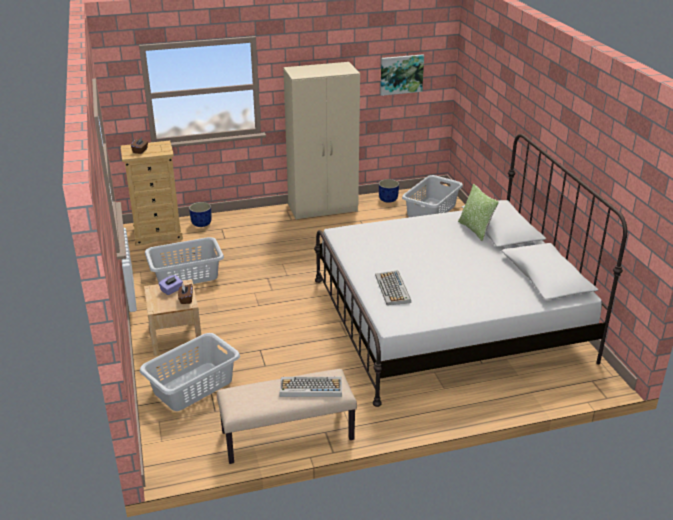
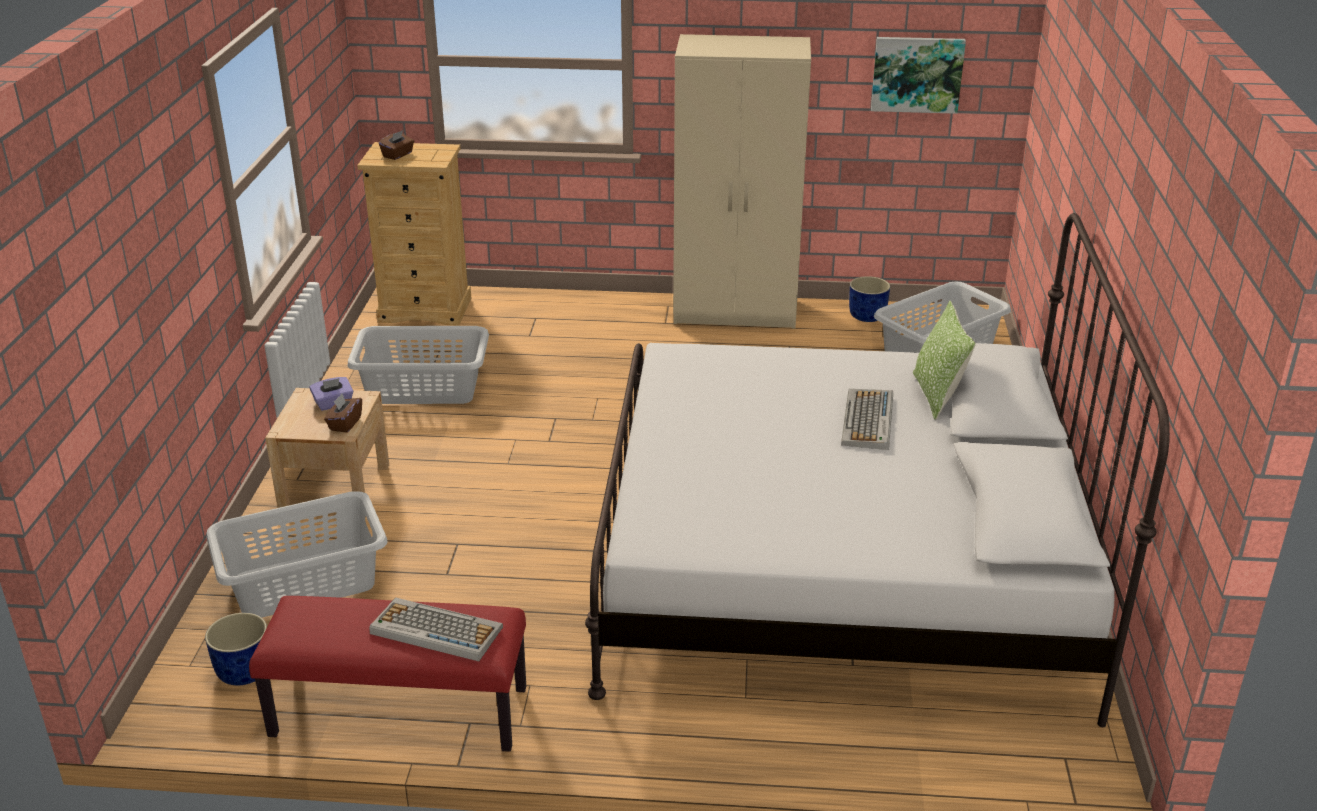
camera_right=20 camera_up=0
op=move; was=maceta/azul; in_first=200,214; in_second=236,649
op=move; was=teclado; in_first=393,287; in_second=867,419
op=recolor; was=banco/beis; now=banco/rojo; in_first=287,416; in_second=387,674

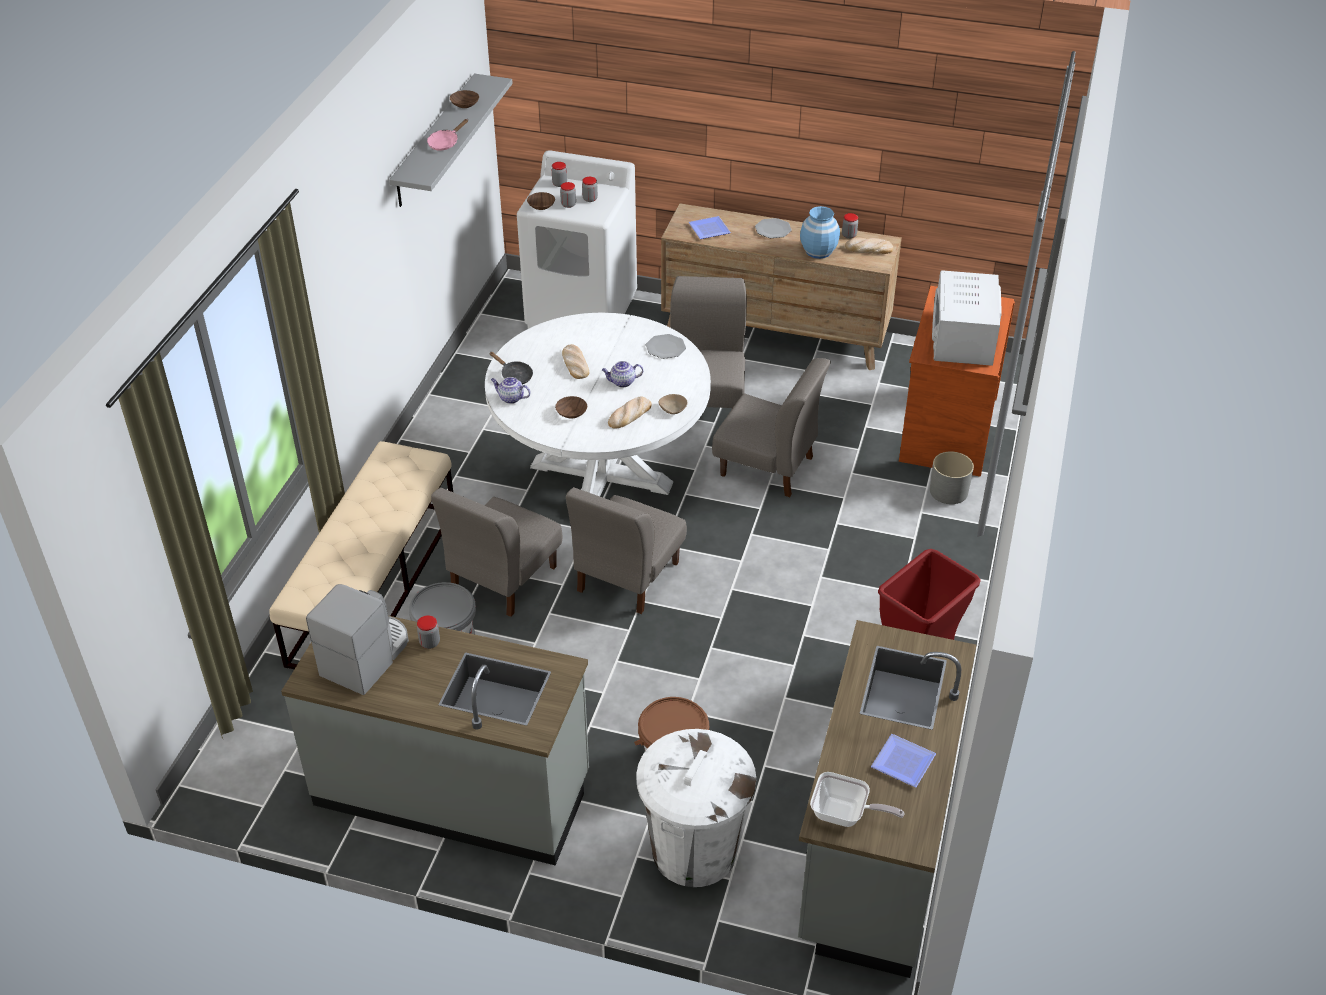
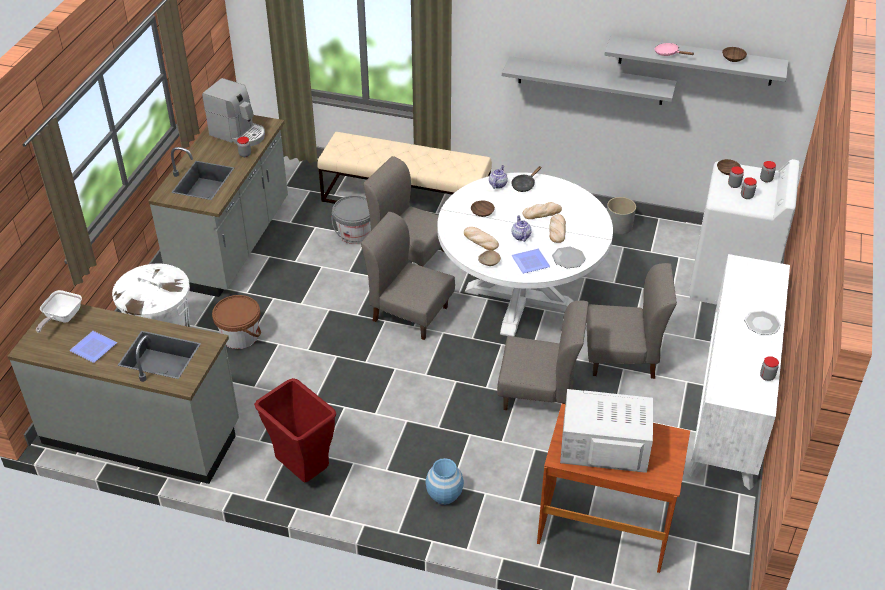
camera_right=90 camera_up=0
op=insert; now=estante/gris; in_second=589,80
op=move; was=plato; in_first=709,227; in_second=530,261
op=move; was=florero/azul; in_first=820,232; in_second=444,481
op=move; was=pan; in_first=869,246; in_second=557,228
op=move; was=maceta/gris; in_first=952,477; in_second=621,215
op=recolor; was=cómoda/marrón; now=cómoda/blanco; in_first=781,286; in_second=739,372
op=rotate; was=silla/gris; in_first=771,427; in_second=543,355; clockwise=-105

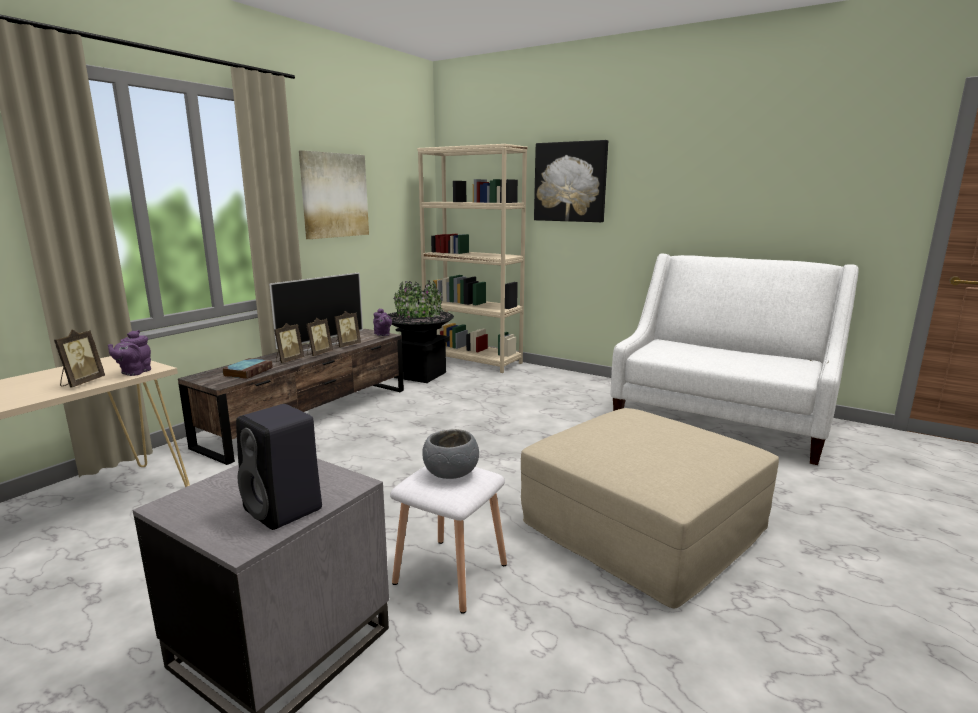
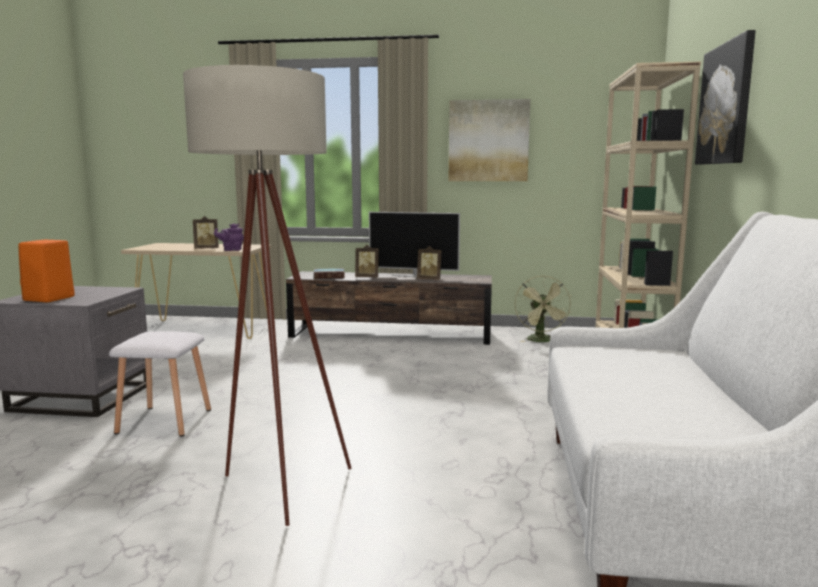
camera_right=65 camera_up=-5
op=delete; was=portarretratos; in_first=319,337
op=delete; was=tetera/morado; in_first=382,322
op=delete; was=cuenco/gris; in_first=450,454
op=replace; was=maceta/negro; now=ventilador/verde; in_first=420,331; in_second=543,309
op=replace; was=puf/beis; now=lámpara de pie/beis; in_first=650,508; in_second=267,295
op=recolor; was=altavoz/negro; now=altavoz/naranja; in_first=279,467; in_second=46,271

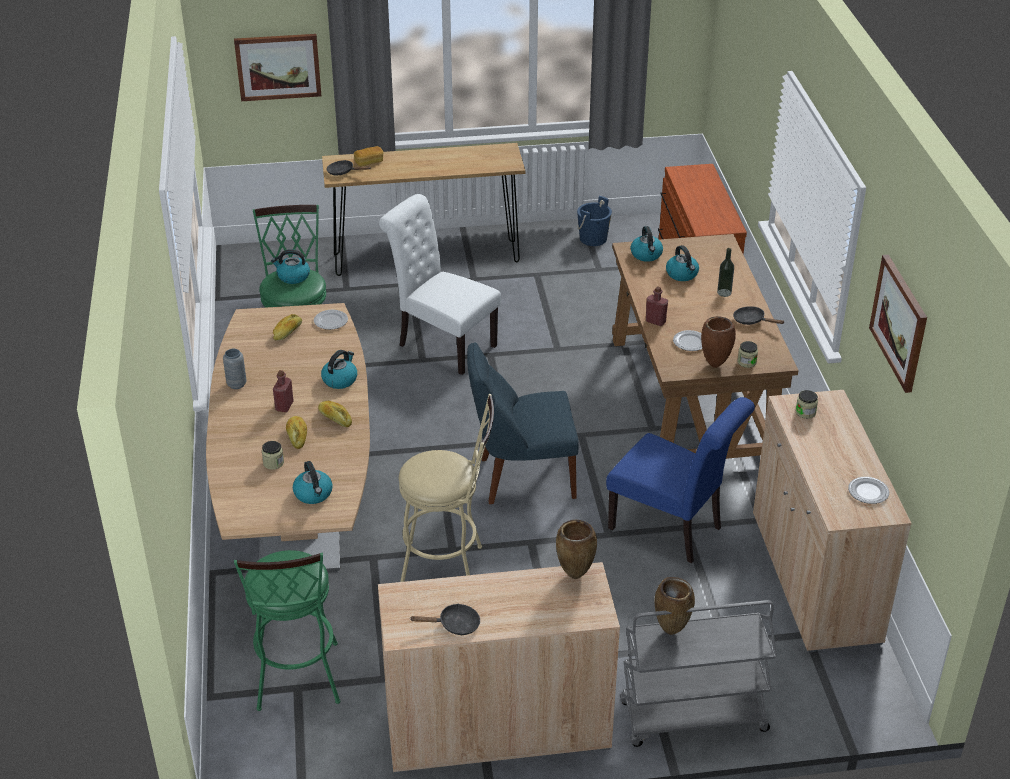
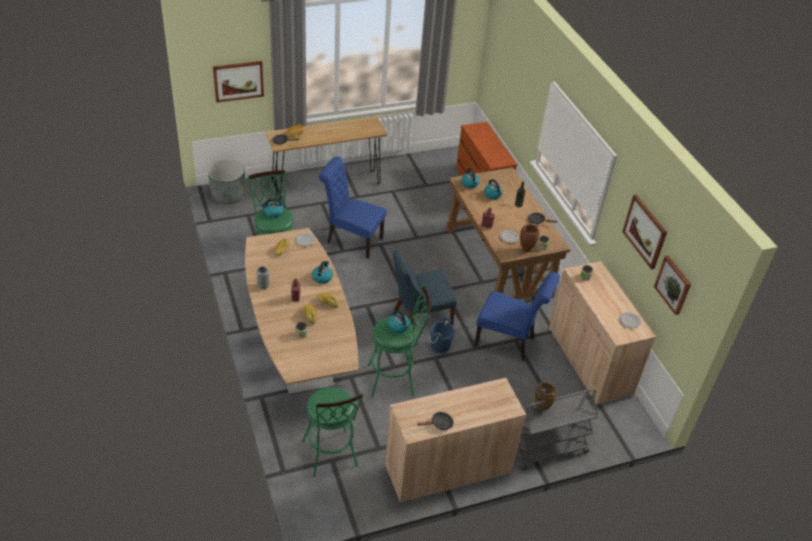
camera_right=-15 camera_up=5
op=delete; was=florero/marrón; in_first=576,549
op=insert; now=maceta/gris; in_second=226,181
op=insert; now=cuadro; in_second=672,285
op=move; was=hervidor; in_first=313,482; in_second=399,321
op=move; was=cubo/azul; in_first=594,221; in_second=442,335
op=recolor; was=silla/blanco; now=silla/azul; in_first=440,284; in_second=353,207
op=recolor; was=taburete/beis; now=taburete/verde; in_first=446,488; in_second=399,341

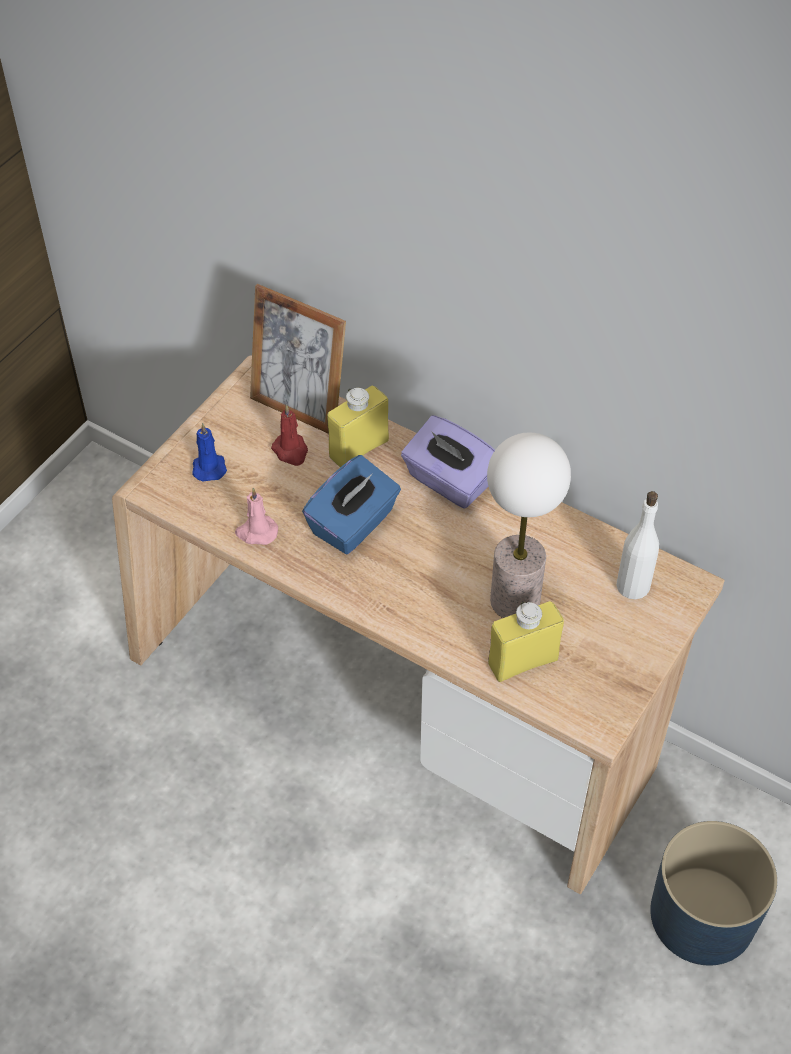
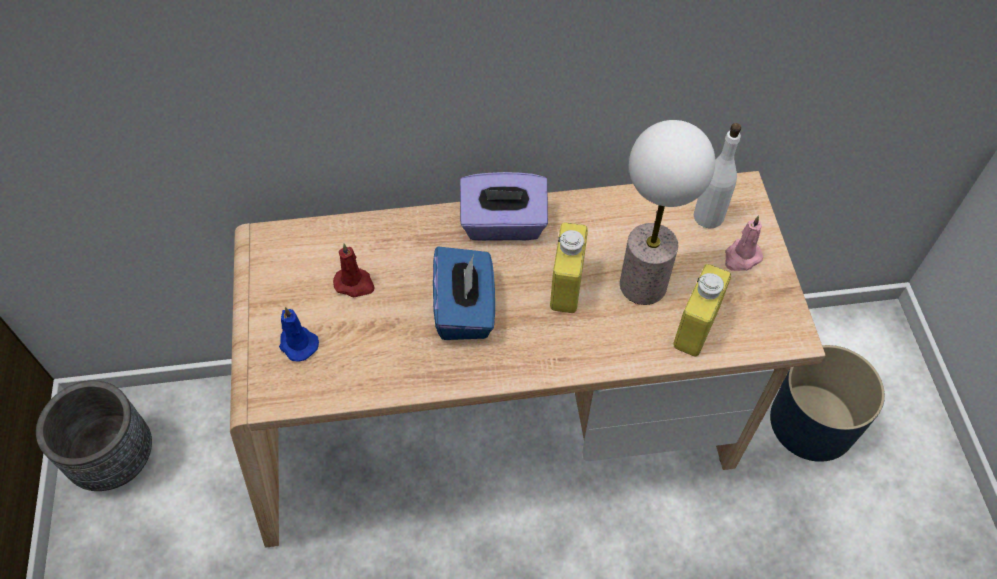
camera_right=-40 camera_up=5
op=delete; was=portarretratos; in_first=298,359
op=insert; now=maceta/gris; in_second=94,436
op=move; was=vela/rosa; in_first=256,516; in_second=744,243
op=move; was=botella/amarillo; in_first=358,426; in_second=569,268

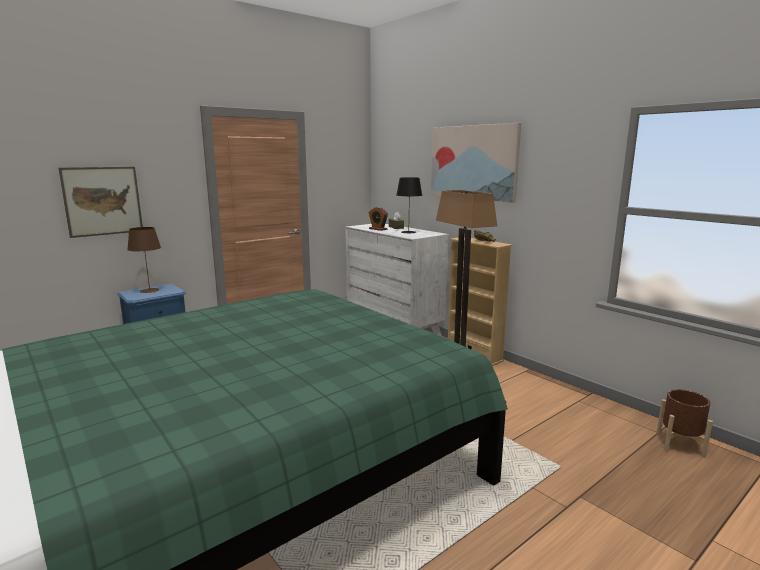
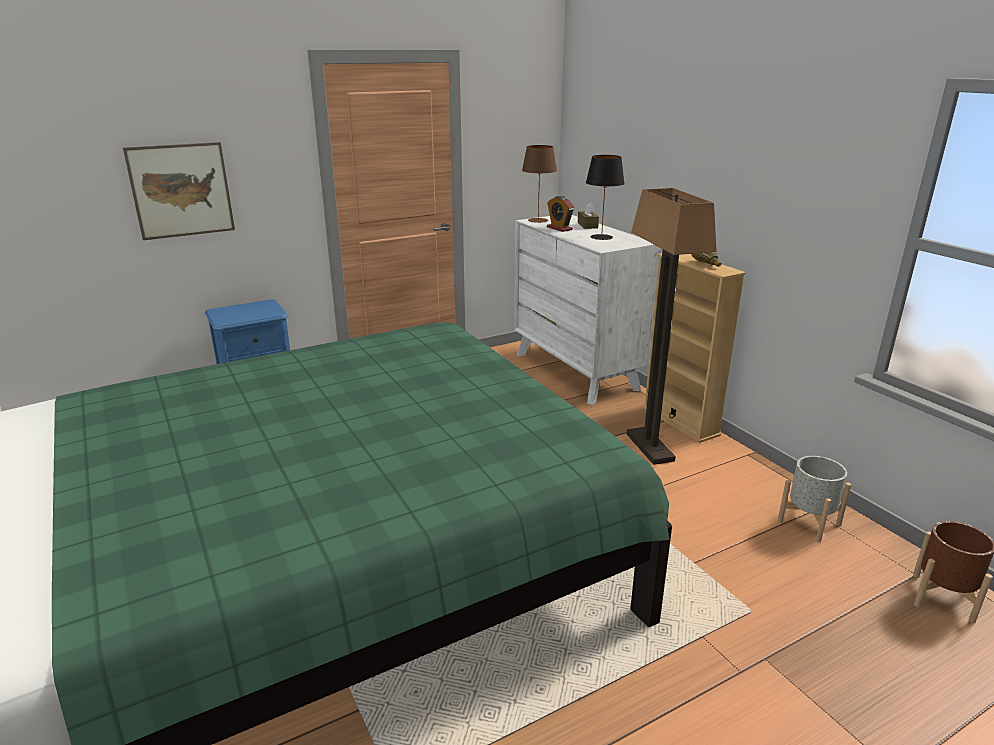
camera_right=10 camera_up=10
op=delete; was=cuadro; in_first=476,163
op=insert; now=maceta/gris; in_second=814,499
op=move; was=lámpara de mesa/marrón; in_first=144,260; in_second=539,184

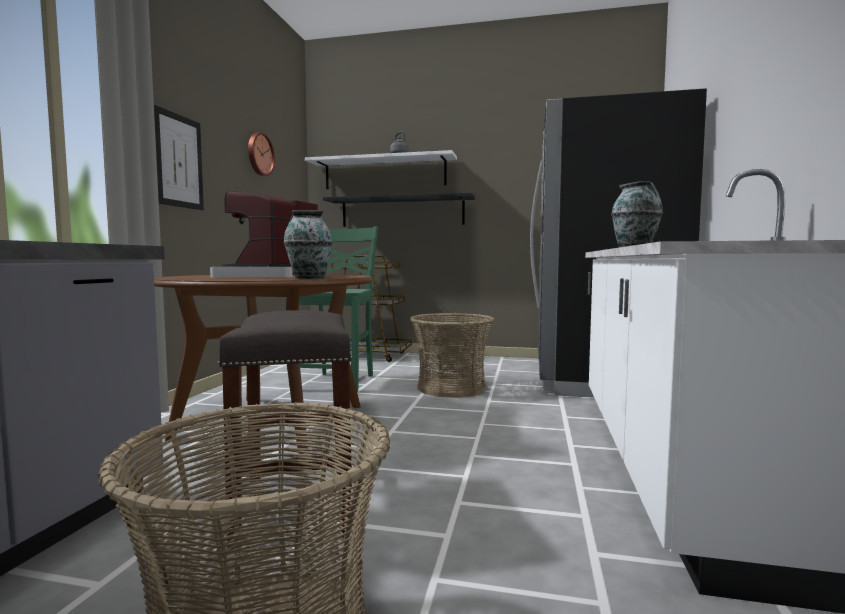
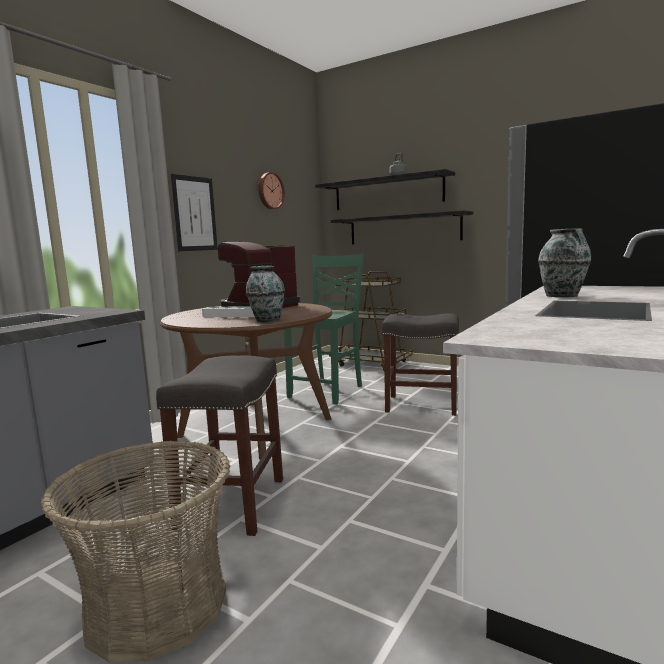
camera_right=20 camera_up=5
op=replace; was=cesta; now=taburete/gris; in_first=452,355; in_second=420,364
op=recolor; was=estante/blanco; now=estante/negro; in_first=381,169; in_second=385,189

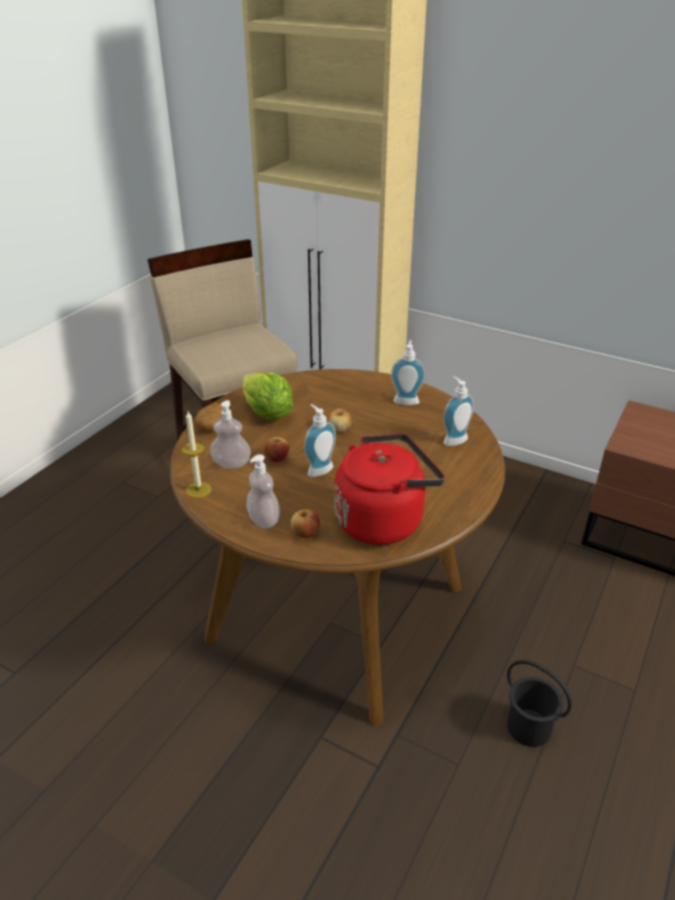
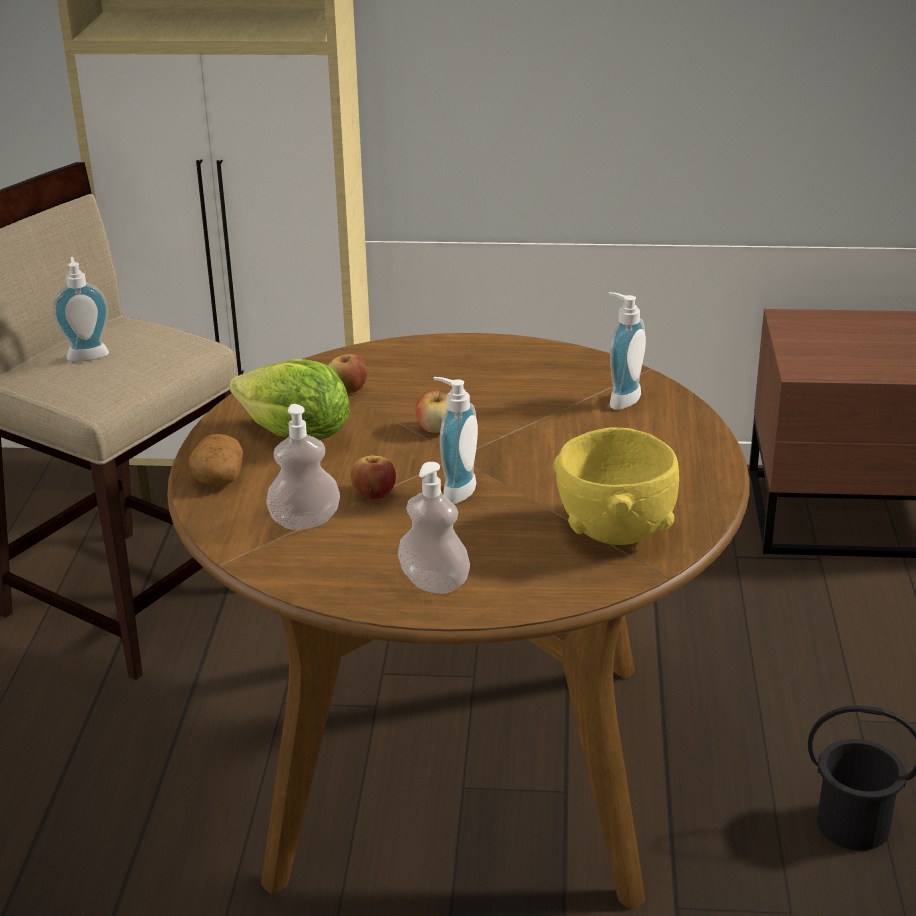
camera_right=-25 camera_up=-5
op=delete; was=vela; in_first=196,454
op=move; was=manzana; in_first=305,523; in_second=347,374
op=move; was=dispensador de jabón; in_first=408,372; in_second=81,309
op=replace; was=hervidor/rojo; now=cuenco/amarillo; in_first=389,489; in_second=616,486

